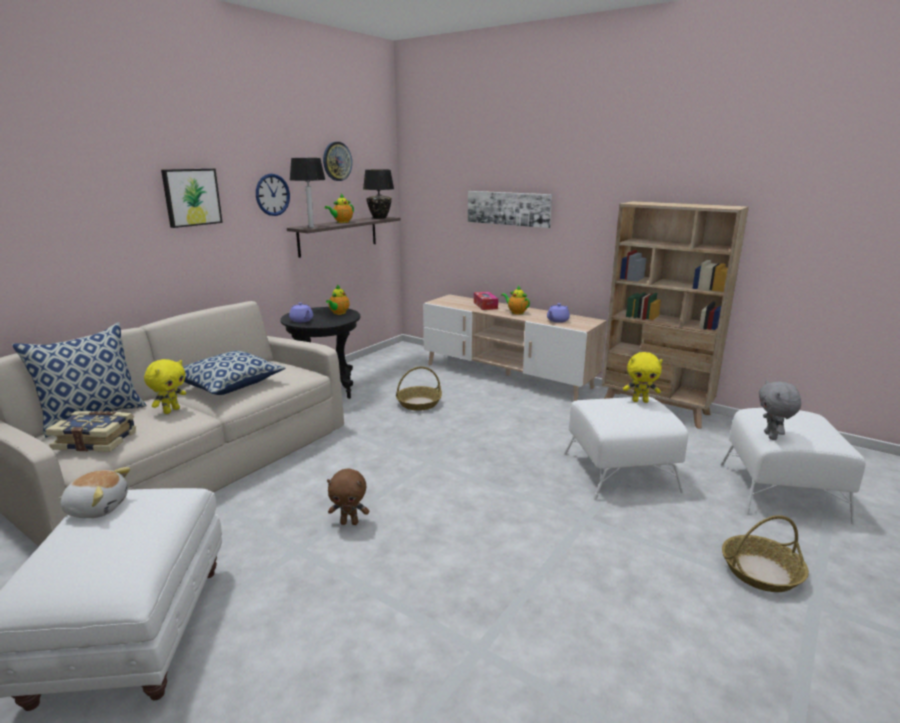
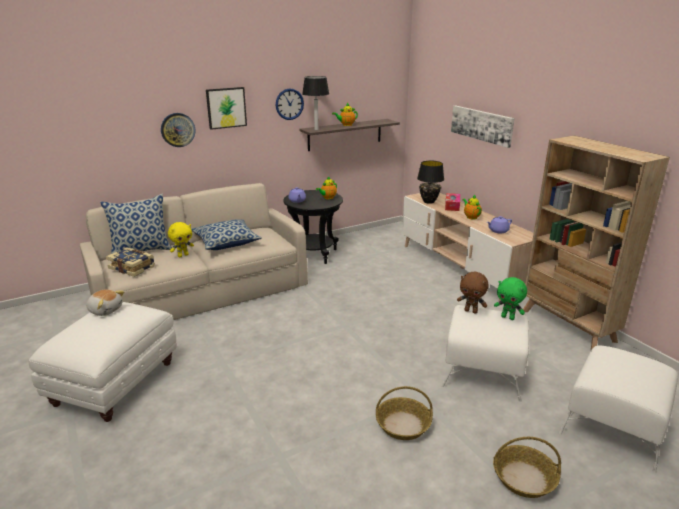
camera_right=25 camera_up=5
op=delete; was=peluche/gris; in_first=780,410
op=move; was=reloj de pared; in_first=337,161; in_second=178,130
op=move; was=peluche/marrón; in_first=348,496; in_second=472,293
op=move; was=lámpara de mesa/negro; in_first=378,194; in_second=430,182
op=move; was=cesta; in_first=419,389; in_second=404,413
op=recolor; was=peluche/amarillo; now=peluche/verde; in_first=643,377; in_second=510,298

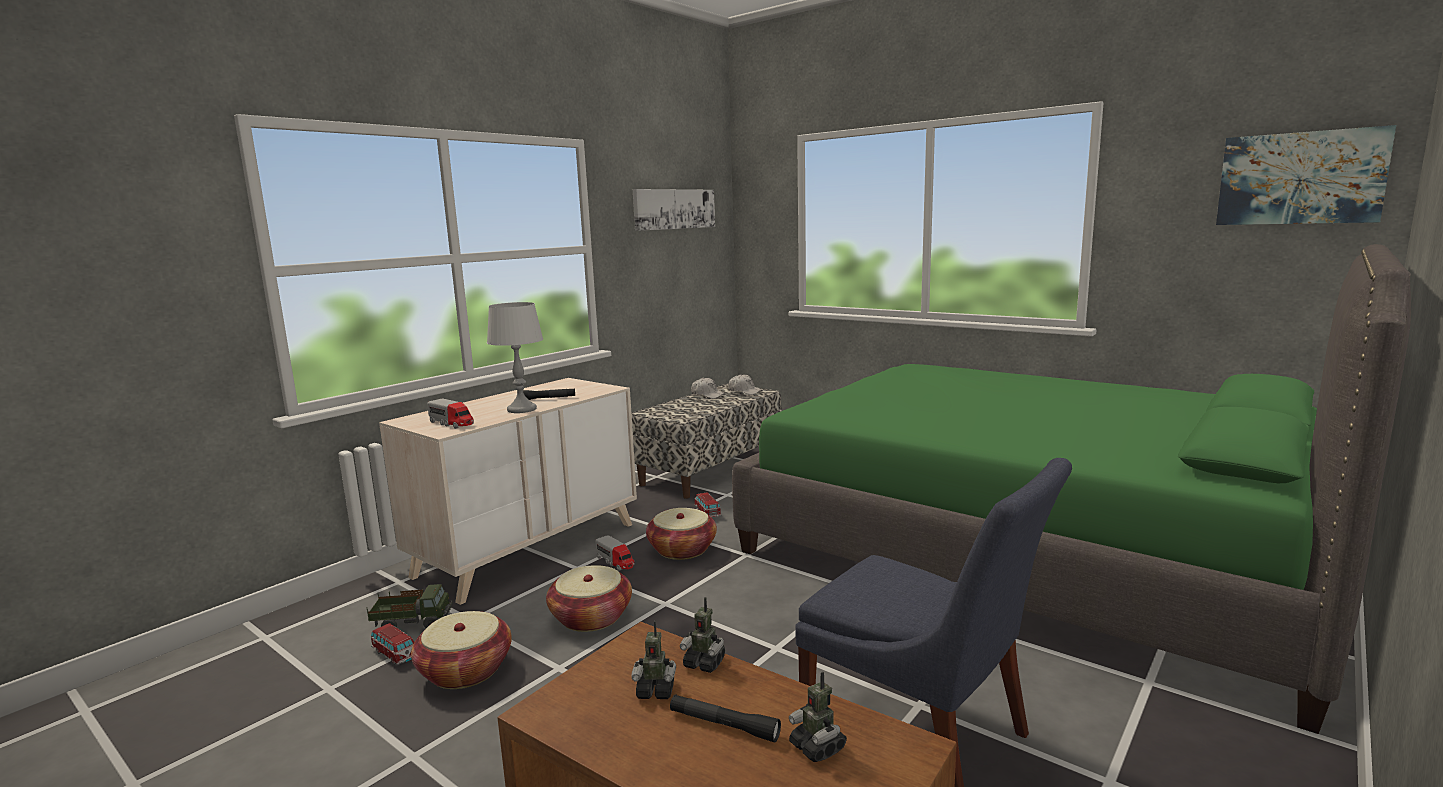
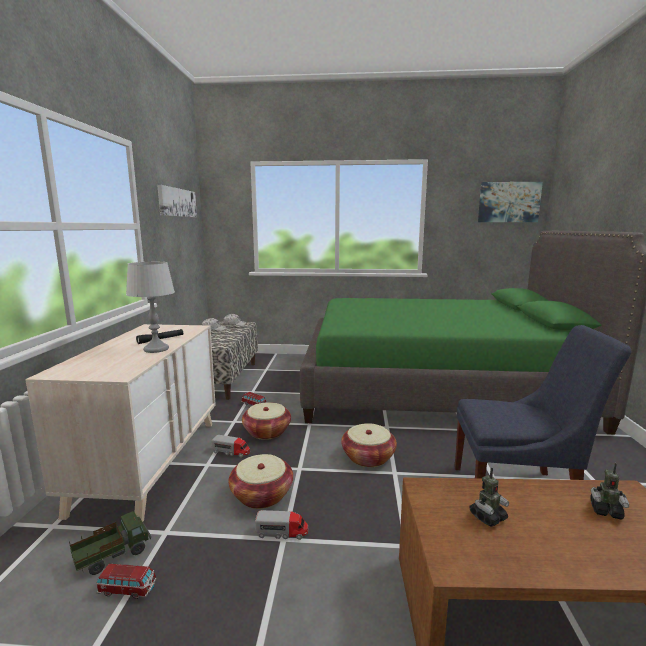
camera_right=-35 camera_up=0
op=delete; was=linterna/negro; in_first=725,718
op=delete; was=robot de juguete; in_first=702,635
op=move; was=cesta; in_first=461,650; in_second=369,445
op=move; was=camión de juguete; in_first=450,414; in_second=281,525

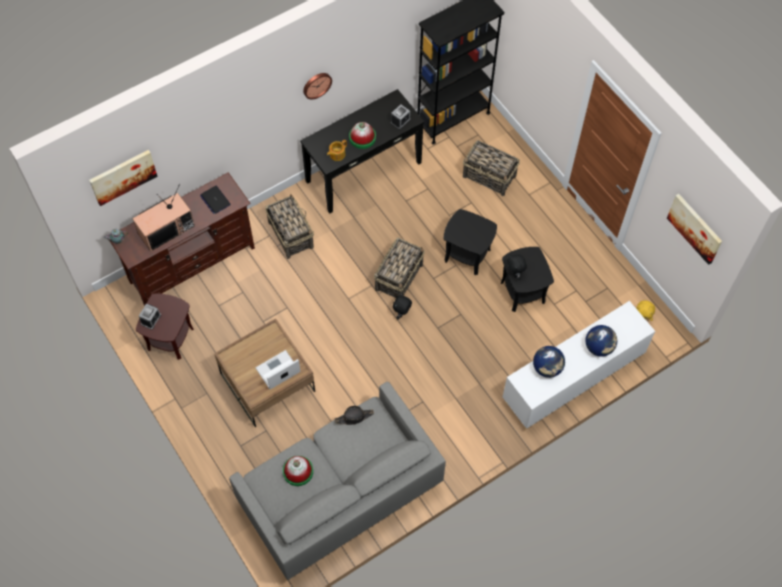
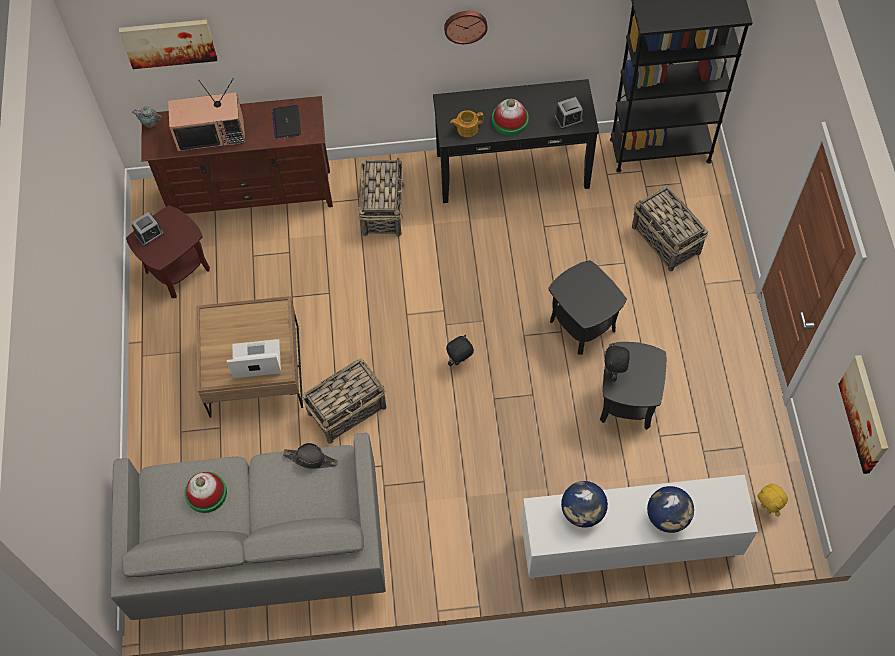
camera_right=30 camera_up=0
op=move; was=cesta; in_first=399,268; in_second=344,401

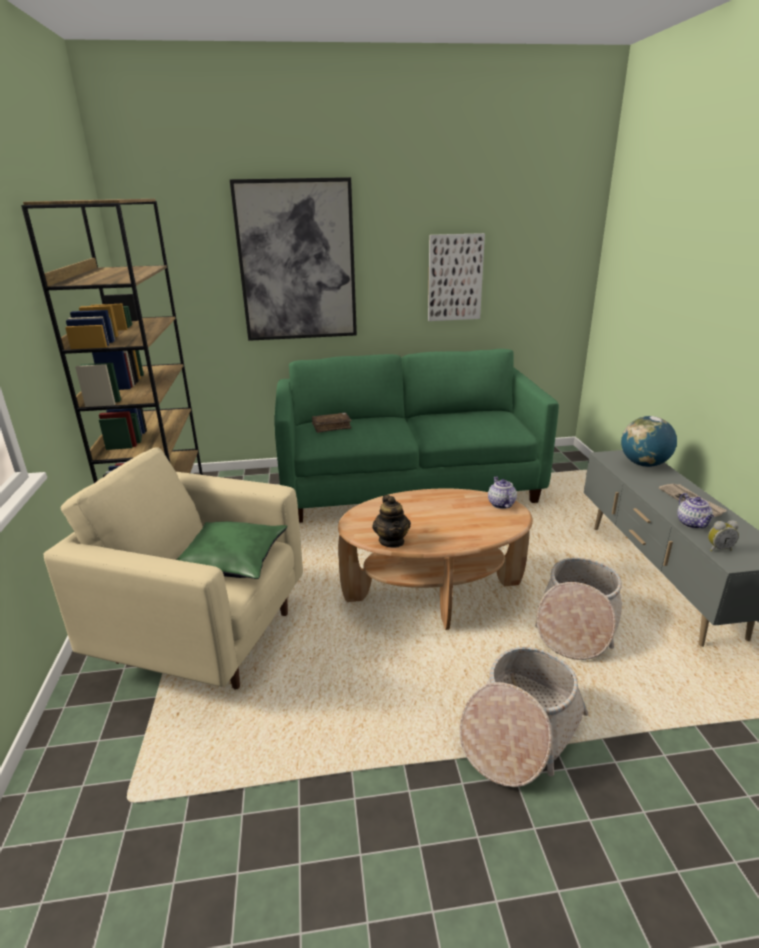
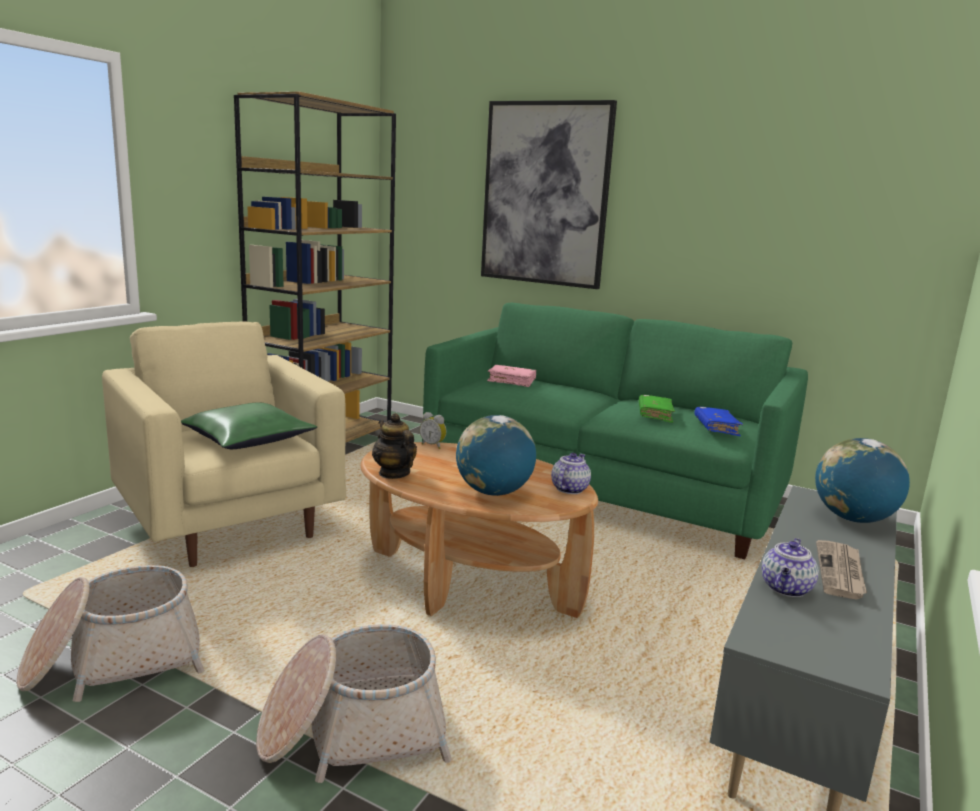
camera_right=35 camera_up=-10
op=delete; was=cuadro; in_first=456,277
op=insert; now=globo terráqueo; in_second=496,455
op=insert; now=libro/verde; in_second=657,409
op=insert; now=libro/azul; in_second=718,421
op=move; was=cesta; in_first=578,609; in_second=111,633
op=move; was=despertador; in_first=723,536; in_second=433,430
op=recolor; was=libro/marrón; now=libro/rosa; in_first=332,422; in_second=511,376
op=rotate; was=tetera; in_first=391,521; in_second=394,446; clockwise=120

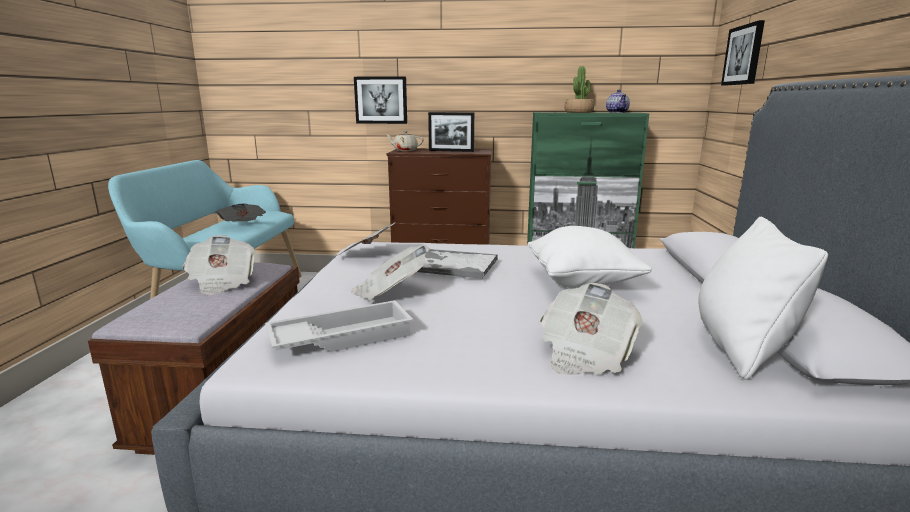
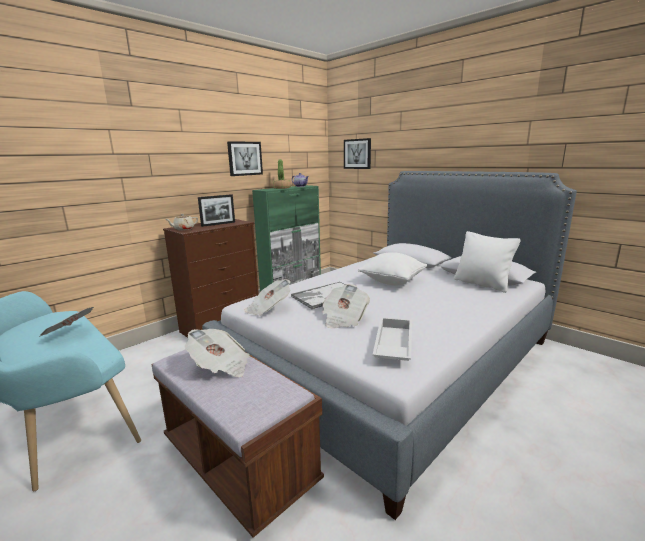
camera_right=-50 camera_up=0
op=delete; was=periódico; in_first=591,329
op=move; was=cuadro; in_first=380,100; in_second=245,158

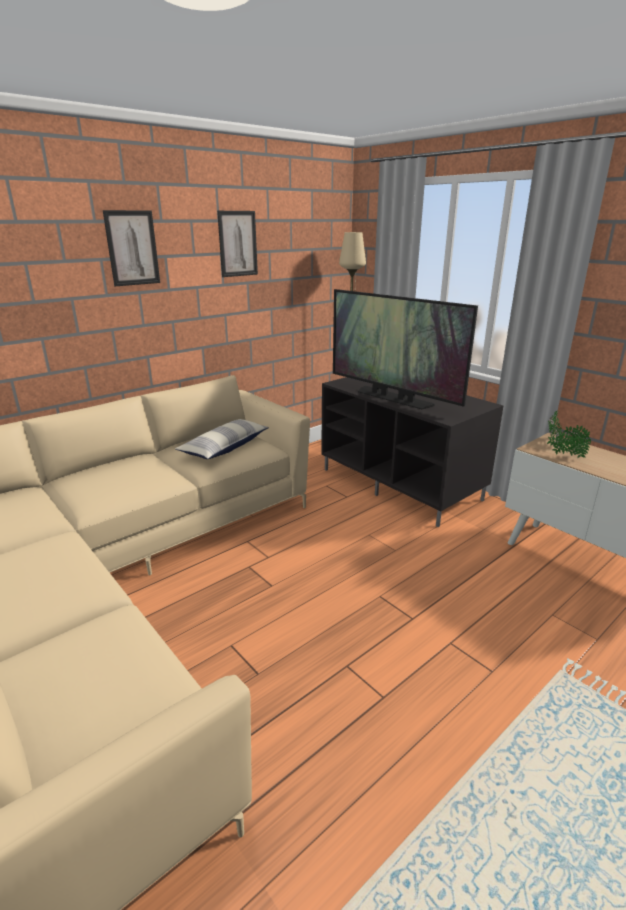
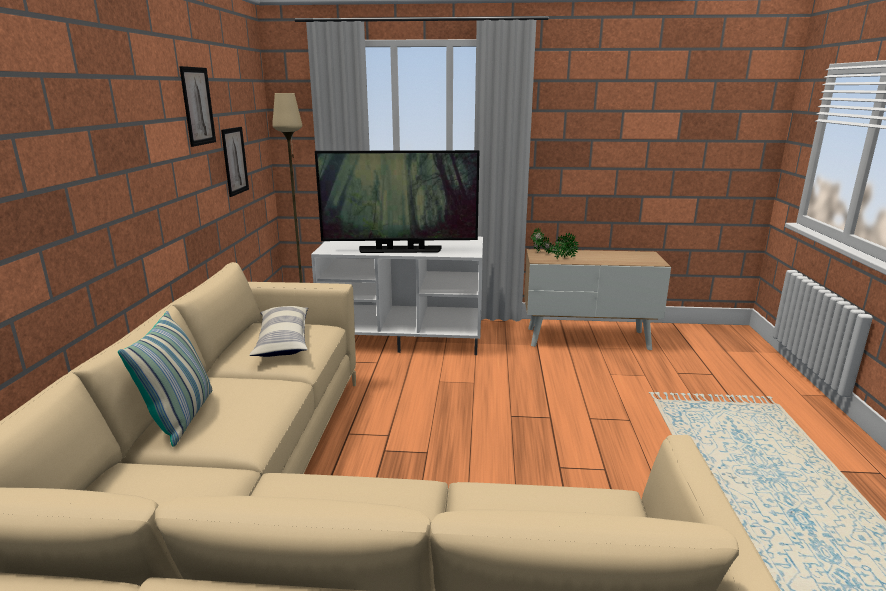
camera_right=-45 camera_up=-5
op=insert; now=cojín; in_second=165,379
op=move; was=cuadro; in_first=131,248; in_second=235,162
op=recolor; was=mueble de televisión/negro; now=mueble de televisión/blanco; in_first=412,452; in_second=397,296

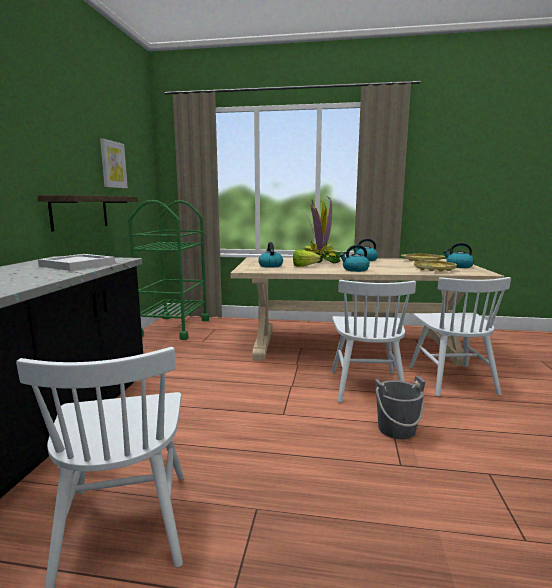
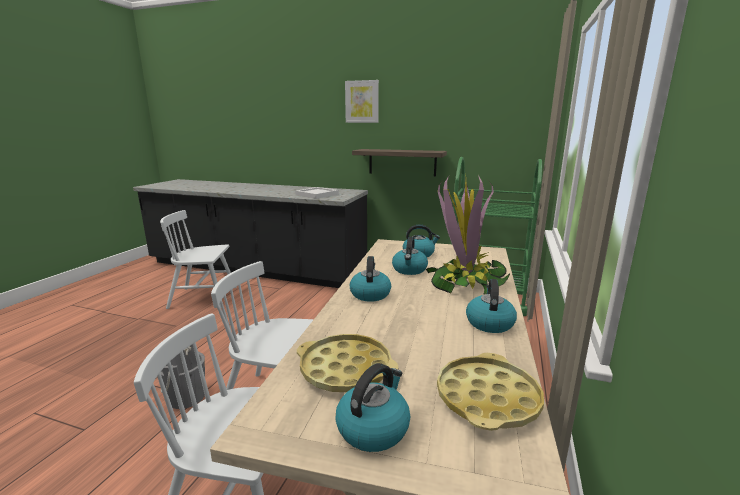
camera_right=100 camera_up=5
op=move; was=cuadro; in_first=114,163; in_second=362,101
op=replace; was=lechuga; now=hervidor; in_first=307,258; in_second=410,256

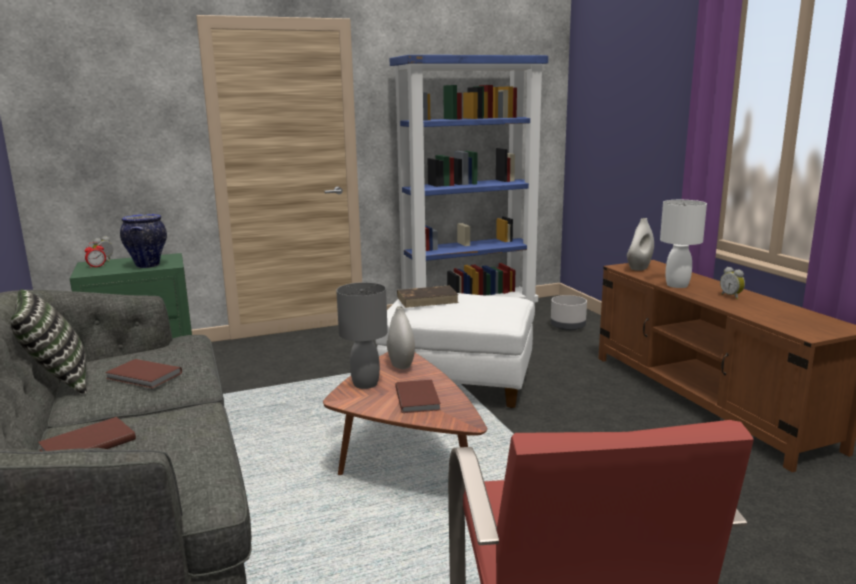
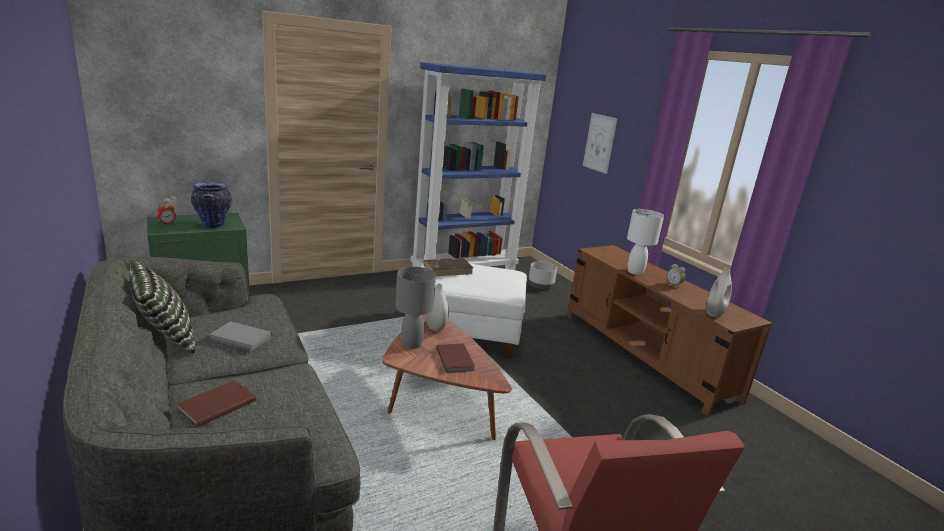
camera_right=-10 camera_up=5
op=insert; now=cuadro; in_second=600,143
op=move; was=florero/blanco; in_first=640,244; in_second=719,292
op=recolor; was=libro/marrón; now=libro/gris; in_first=143,373; in_second=241,336

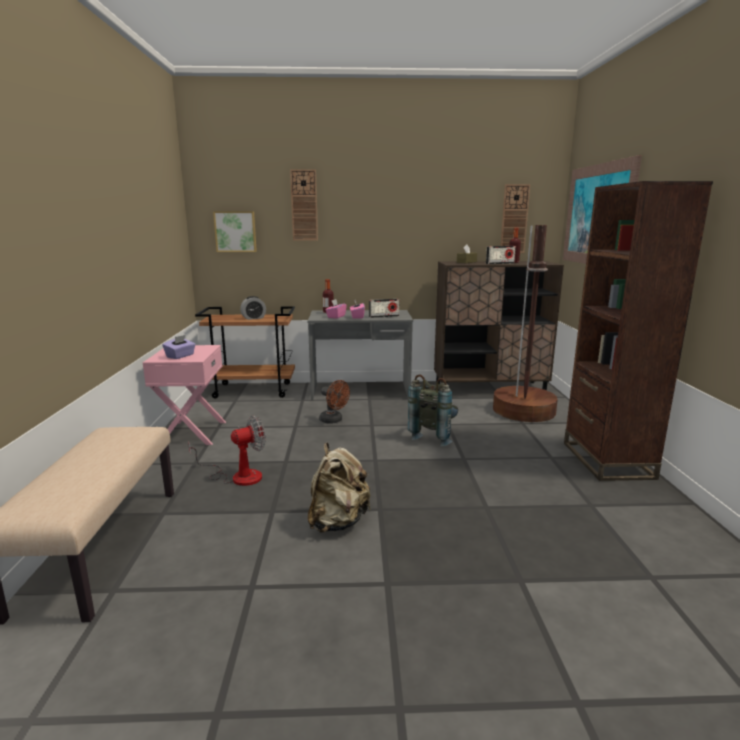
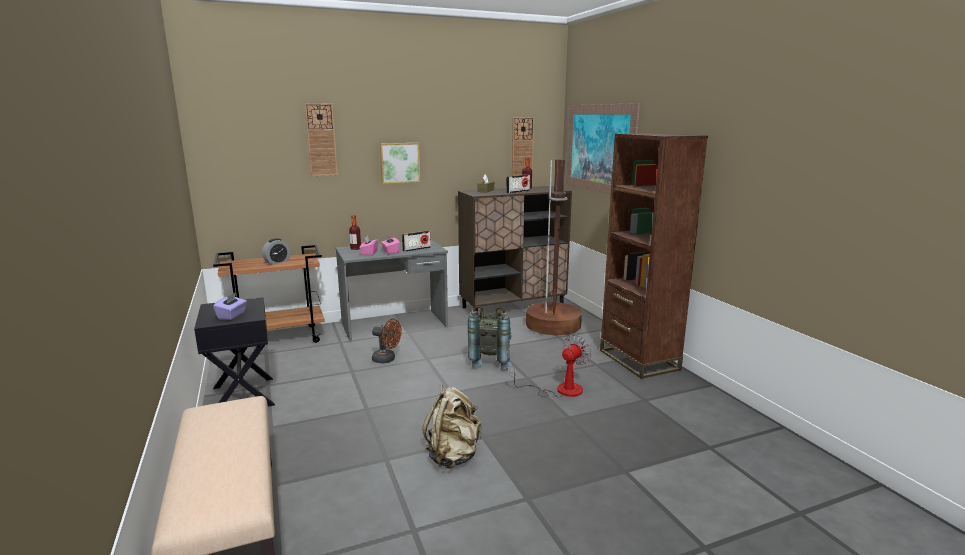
camera_right=-20 camera_up=0
op=move; was=ventilador; in_first=227,451; in_second=550,366
op=move; was=cuadro; in_first=235,231; in_second=400,163
op=recolor; was=mesita de noche/rosa; now=mesita de noche/negro; in_first=184,395; in_second=234,352

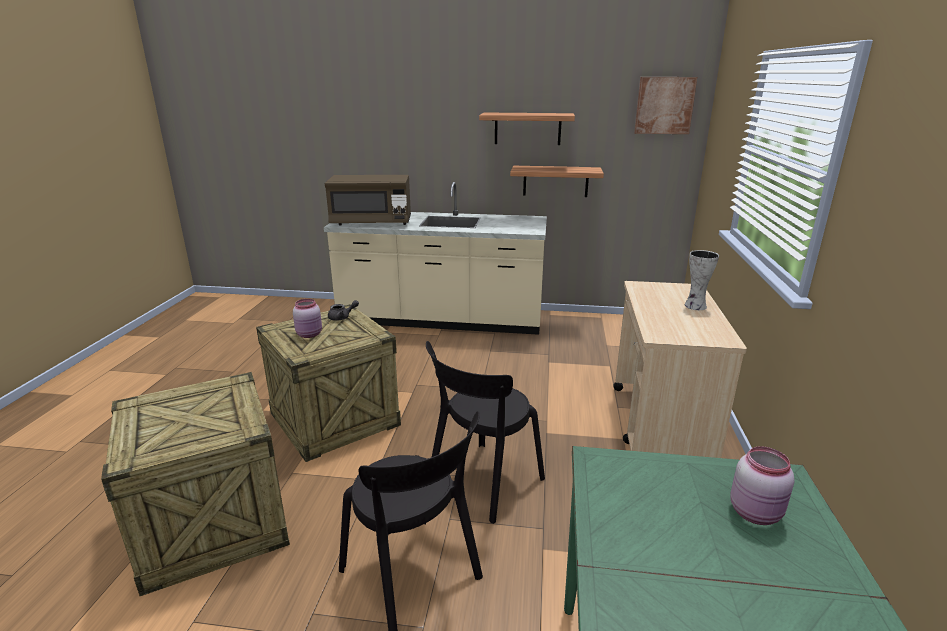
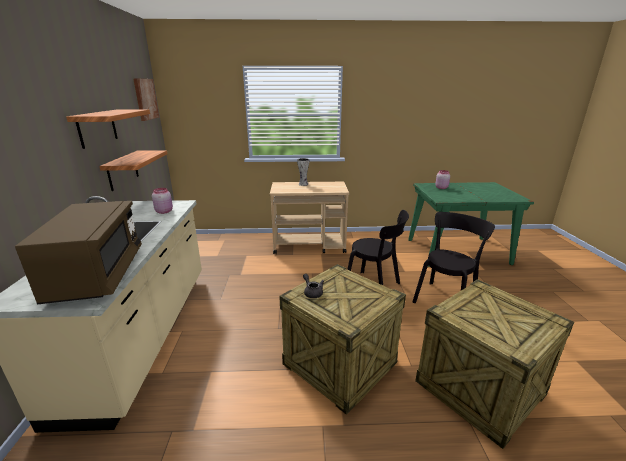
camera_right=-100 camera_up=0
op=move; was=tarro/rosa; in_first=307,318; in_second=162,201

